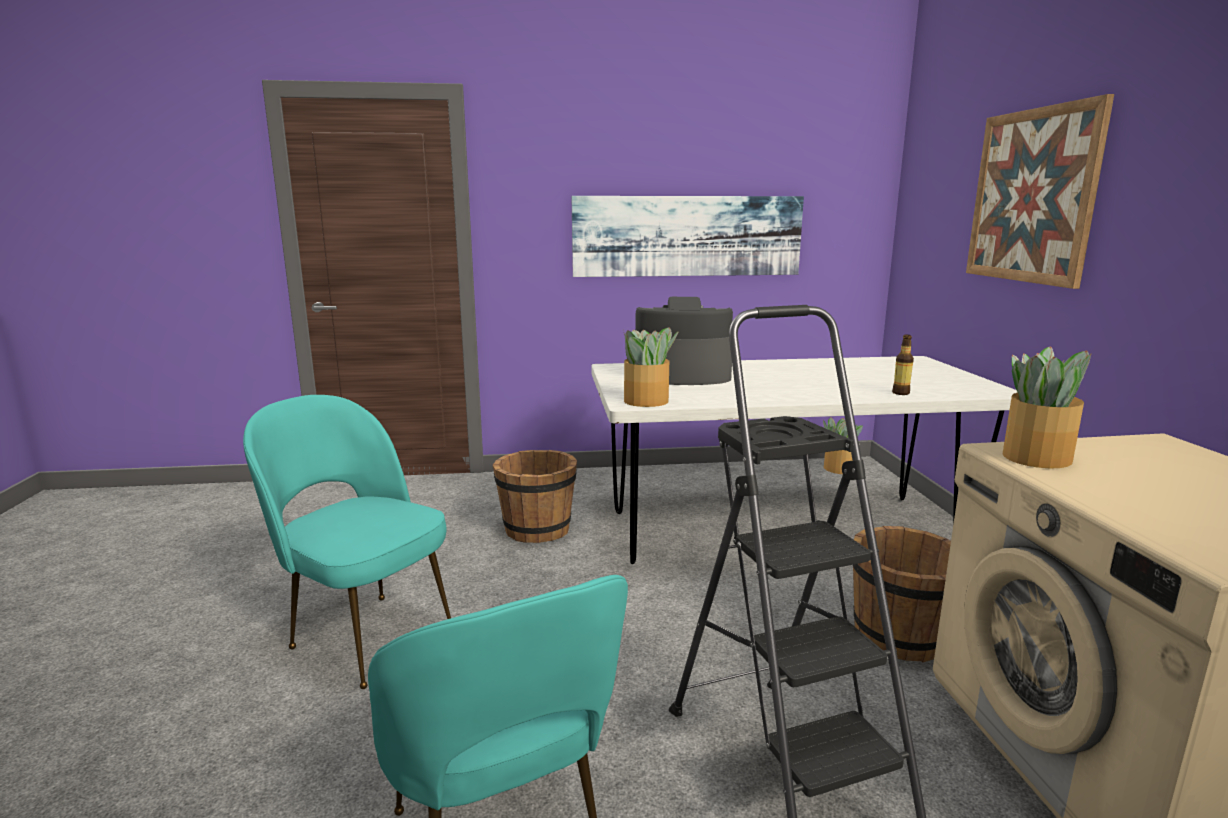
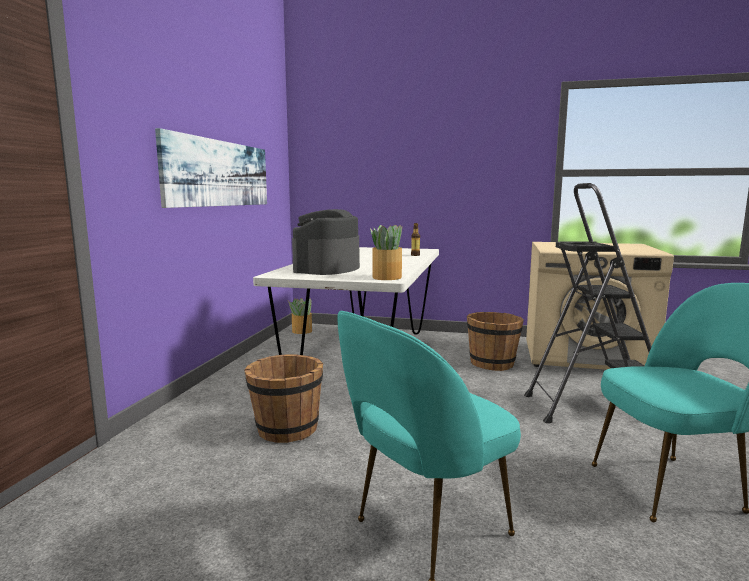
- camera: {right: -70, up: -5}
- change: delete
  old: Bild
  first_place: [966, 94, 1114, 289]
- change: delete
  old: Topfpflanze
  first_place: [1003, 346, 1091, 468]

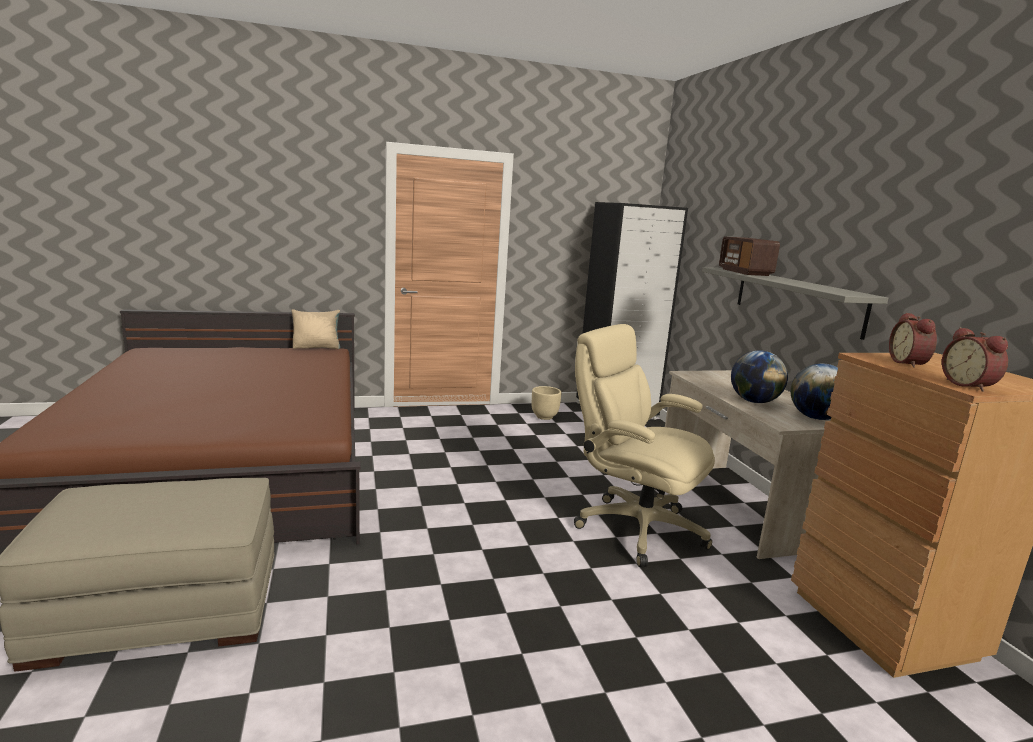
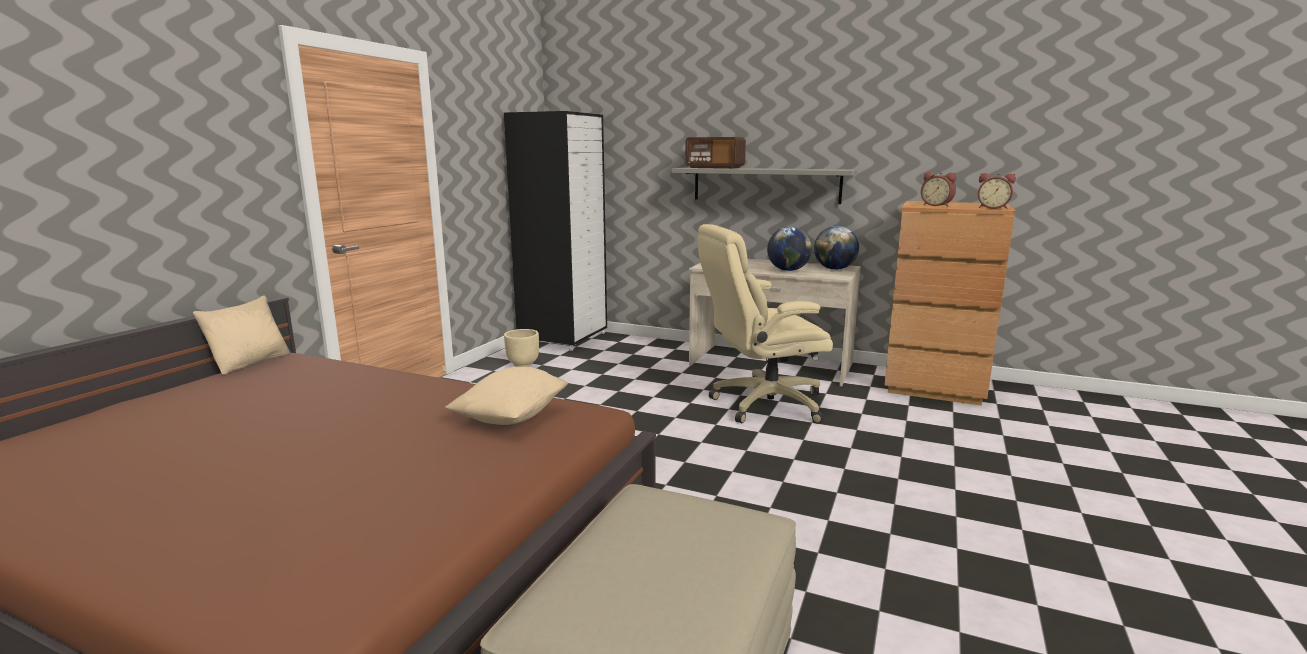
- camera: {right: -50, up: 0}
- change: insert
  new: Kissen [beige]
  second_place: [445, 367, 568, 425]

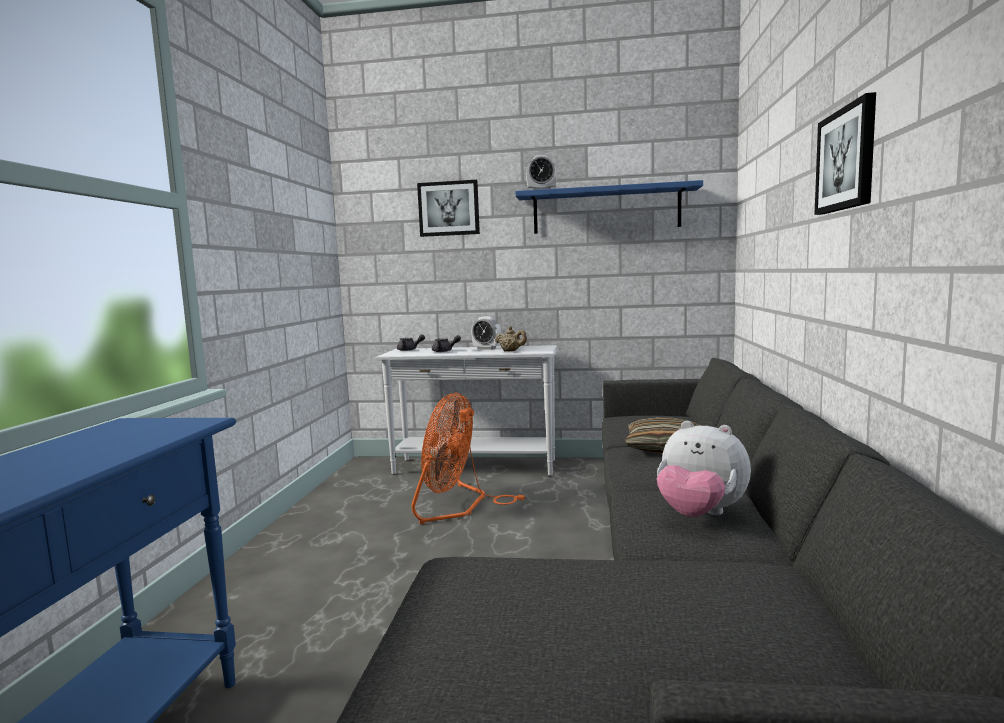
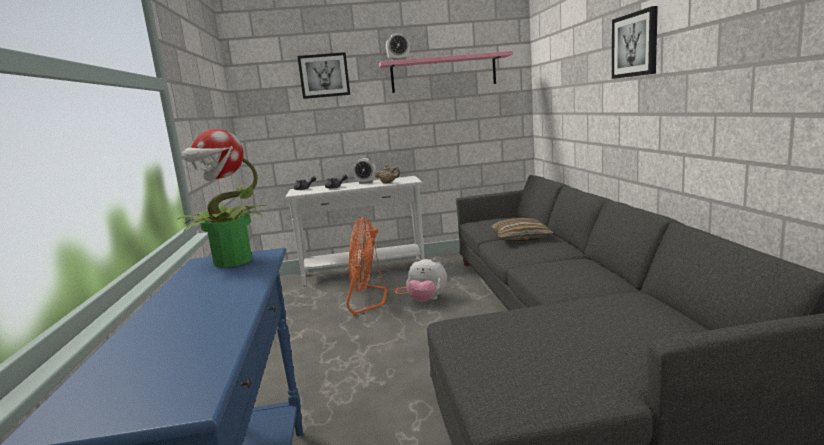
- camera: {right: -15, up: 5}
- change: insert
  new: Topfpflanze
  second_place: [177, 129, 265, 268]
- change: move
  old: Plüschtier
  first_place: [657, 421, 751, 517]
  second_place: [406, 258, 447, 302]
- change: recolor
  old: Wandregal [blau]
  new: Wandregal [rosa]
  first_place: [515, 180, 703, 234]
  second_place: [379, 51, 513, 93]

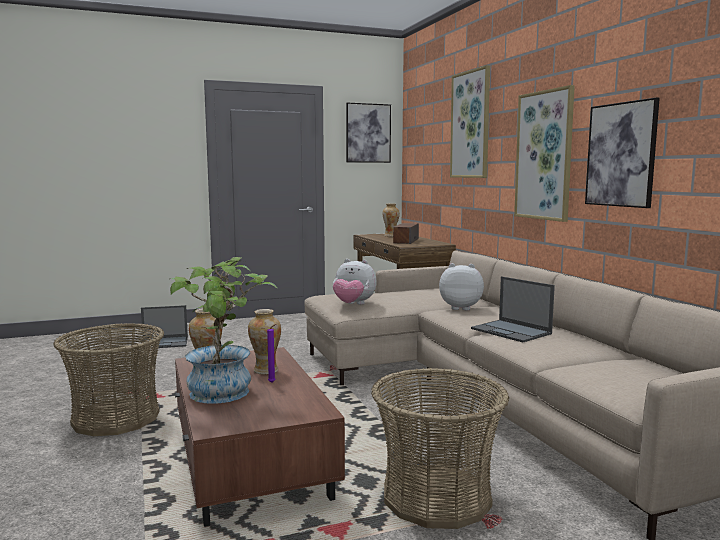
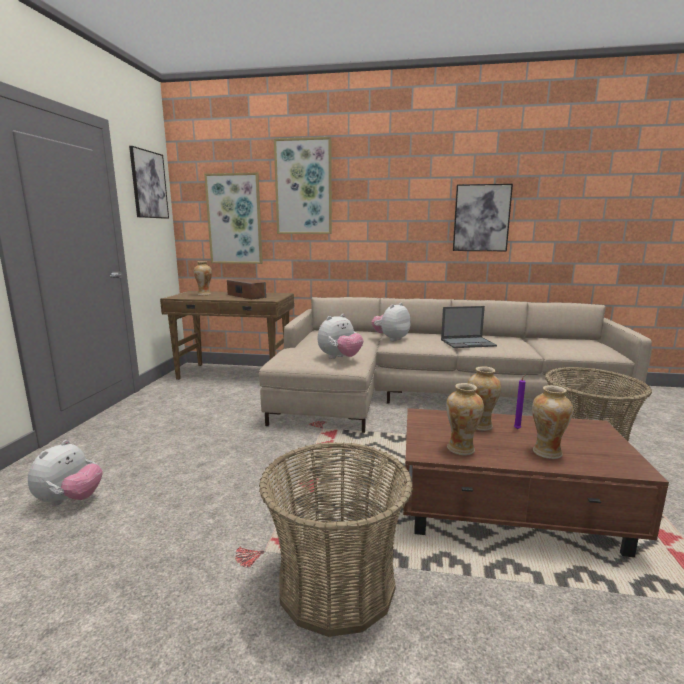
- camera: {right: -60, up: 5}
- change: move
  old: Bild
  first_place: [514, 85, 575, 222]
  second_place: [204, 172, 263, 264]
- change: replace
  old: Laptop
  new: Plüschtier
  first_place: [141, 305, 188, 348]
  second_place: [28, 440, 102, 506]
- change: replace
  old: Topfpflanze
  new: Vase
  first_place: [170, 257, 278, 404]
  second_place: [532, 385, 573, 459]

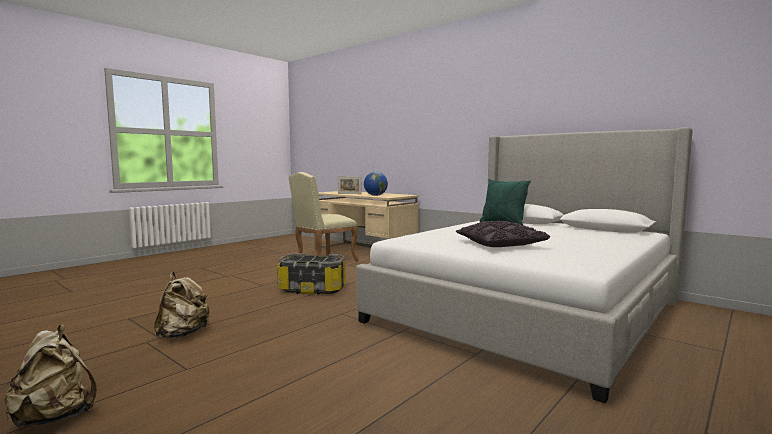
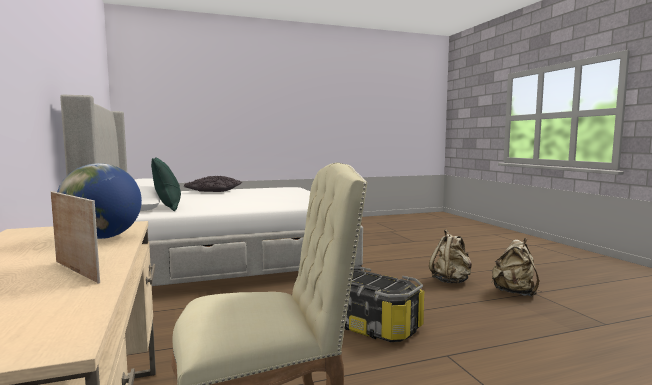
- camera: {right: -150, up: 0}
- change: move
  old: Rucksack [beige]
  first_place: [4, 325, 97, 427]
  second_place: [429, 229, 472, 283]
- change: move
  old: Kissen [schwarz]
  first_place: [456, 220, 550, 247]
  second_place: [184, 176, 242, 192]

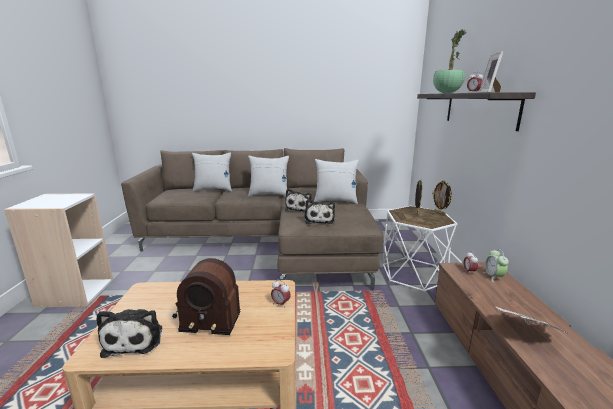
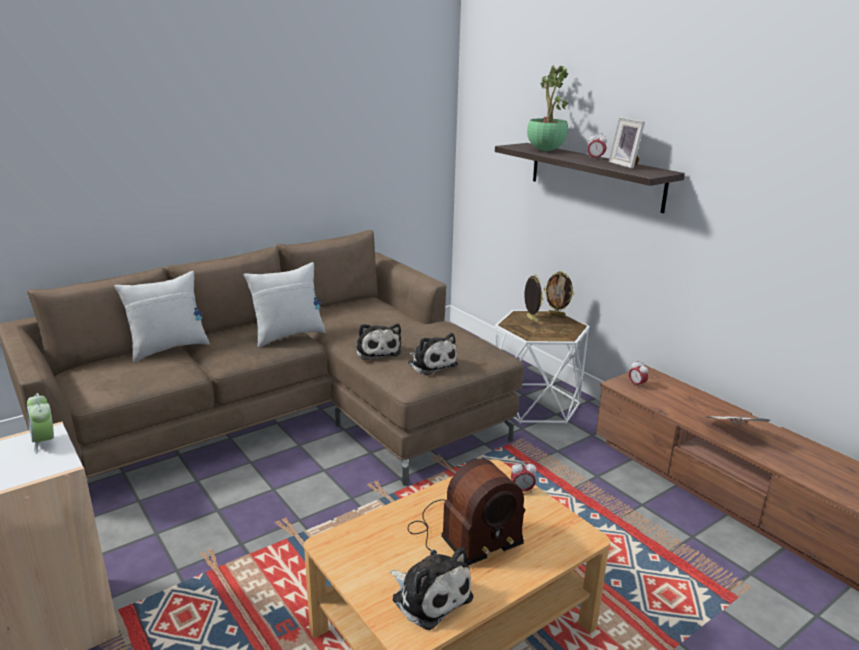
- camera: {right: -35, up: 5}
- change: delete
  old: Kissen [grau]
  first_place: [314, 159, 359, 204]
- change: move
  old: Wecker
  first_place: [483, 249, 509, 283]
  second_place: [27, 393, 54, 454]

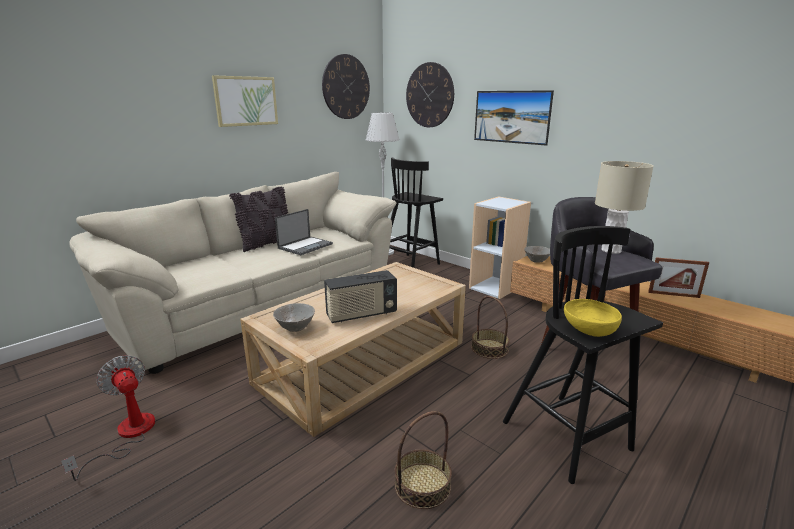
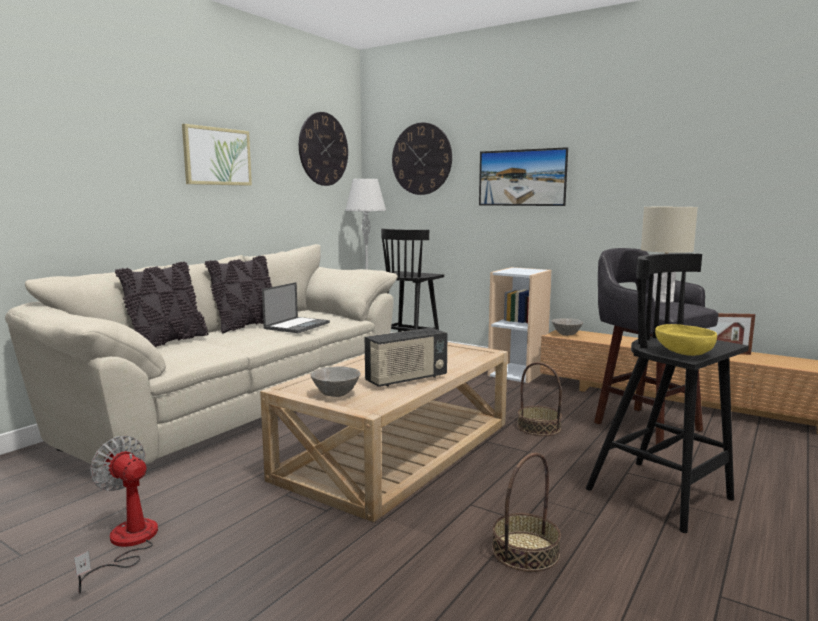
- camera: {right: -10, up: -10}
- change: insert
  new: Kissen [schwarz]
  second_place: [115, 262, 209, 347]

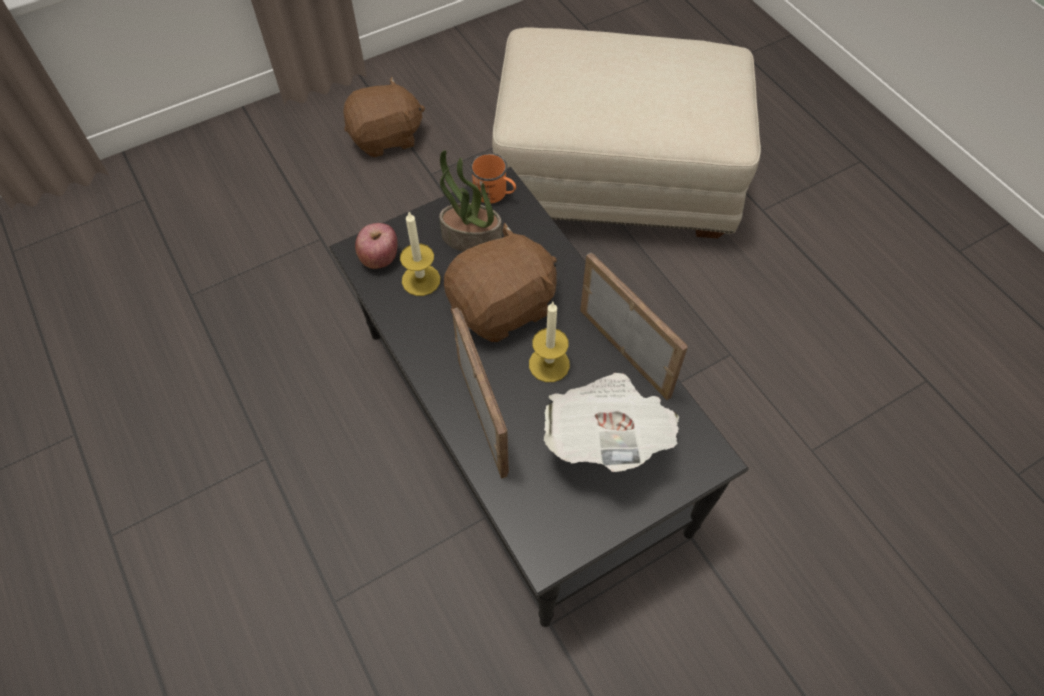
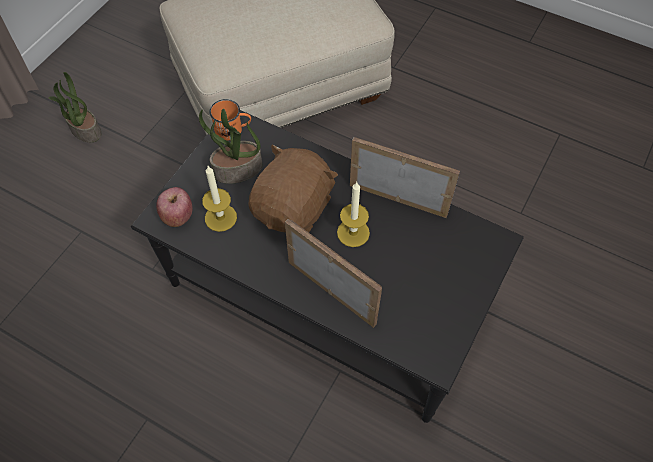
- camera: {right: -30, up: 0}
- change: delete
  old: Zeitung
  first_place: [544, 373, 679, 472]
- change: replace
  old: Plüschtier [braun]
  new: Topfpflanze
  first_place: [343, 77, 425, 157]
  second_place: [49, 72, 101, 142]

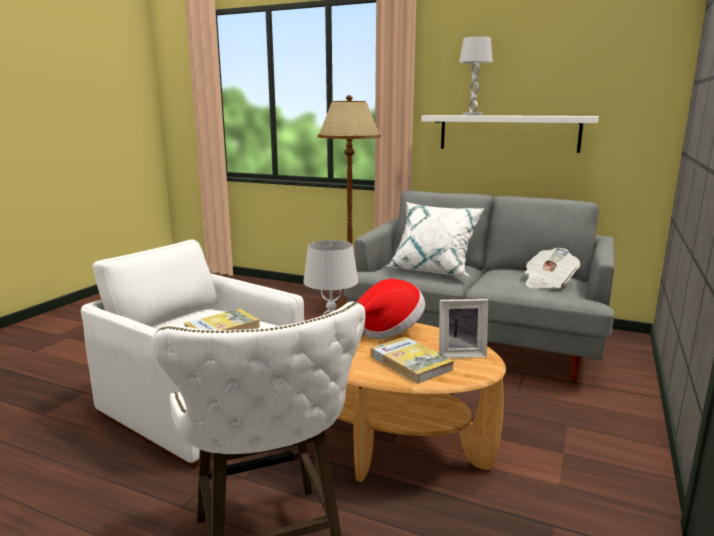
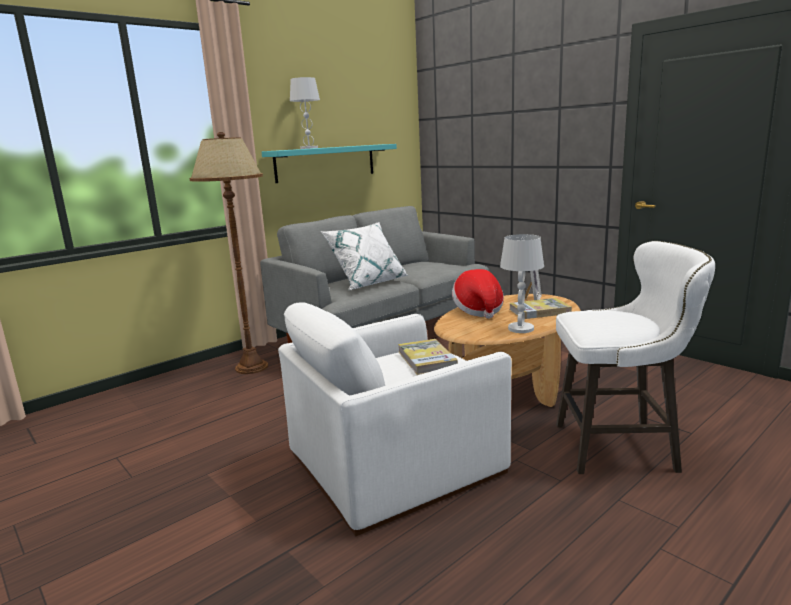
- camera: {right: -65, up: 0}
- change: delete
  old: Zeitung
  first_place: [524, 248, 580, 289]
- change: recolor
  old: Wandregal [weiß]
  new: Wandregal [türkis]
  first_place: [421, 115, 599, 153]
  second_place: [261, 144, 397, 183]

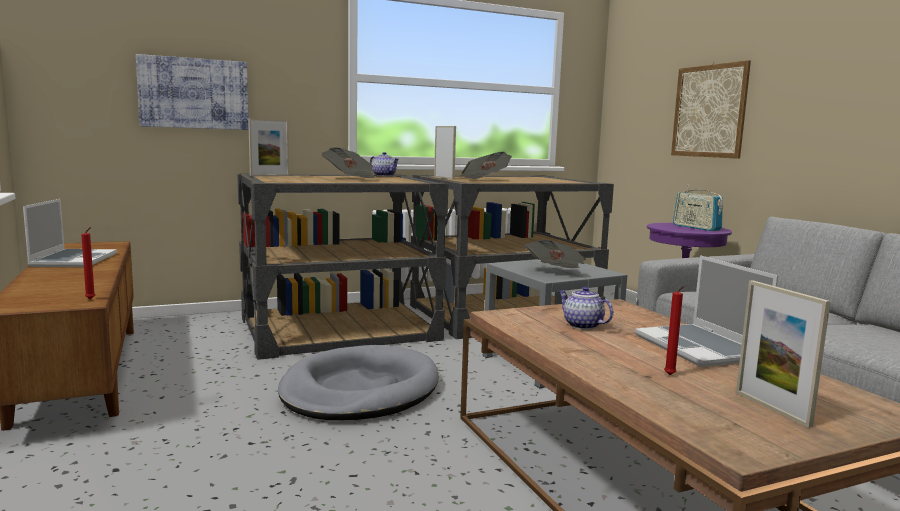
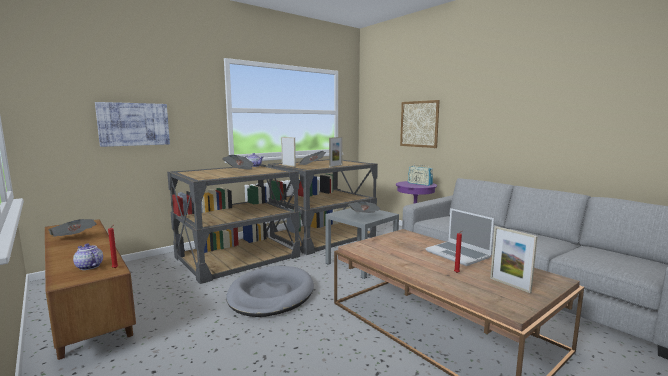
- camera: {right: -15, up: 0}
- change: move
  old: Bilderrahmen
  first_place: [248, 119, 289, 176]
  second_place: [329, 137, 343, 167]
- change: move
  old: Teekanne
  first_place: [559, 286, 613, 329]
  second_place: [73, 244, 103, 270]
- change: replace
  old: Laptop
  new: Zeitung
  first_place: [23, 199, 117, 267]
  second_place: [48, 219, 97, 237]

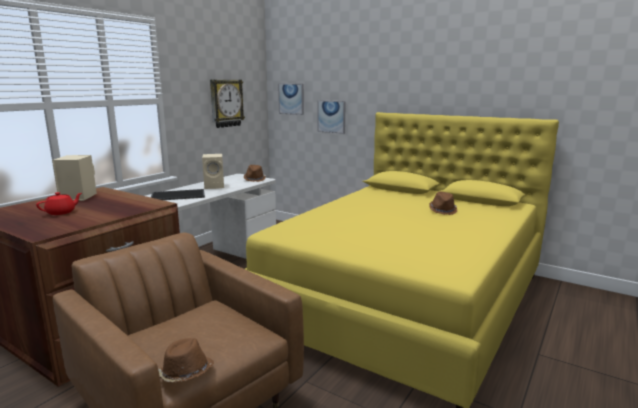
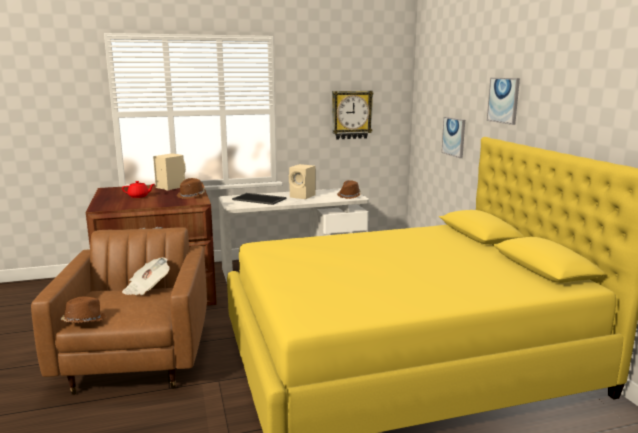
- camera: {right: 40, up: 0}
- change: insert
  new: Zeitung
  second_place: [122, 257, 170, 295]
- change: move
  old: Bild
  first_place: [278, 84, 304, 115]
  second_place: [487, 78, 520, 125]
- change: move
  old: Hut [braun]
  first_place: [429, 192, 457, 215]
  second_place: [177, 178, 205, 199]

